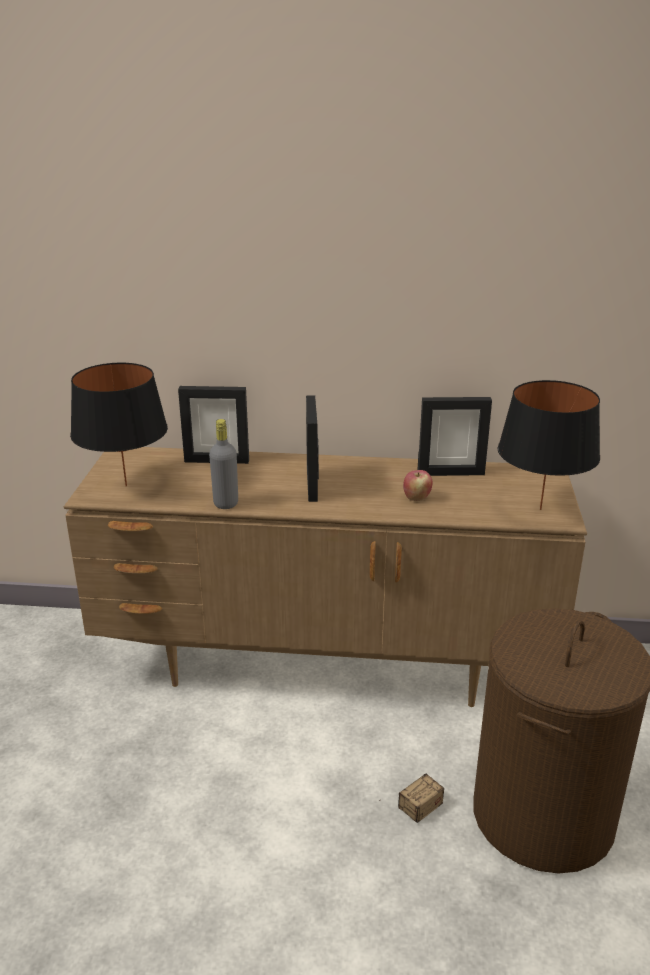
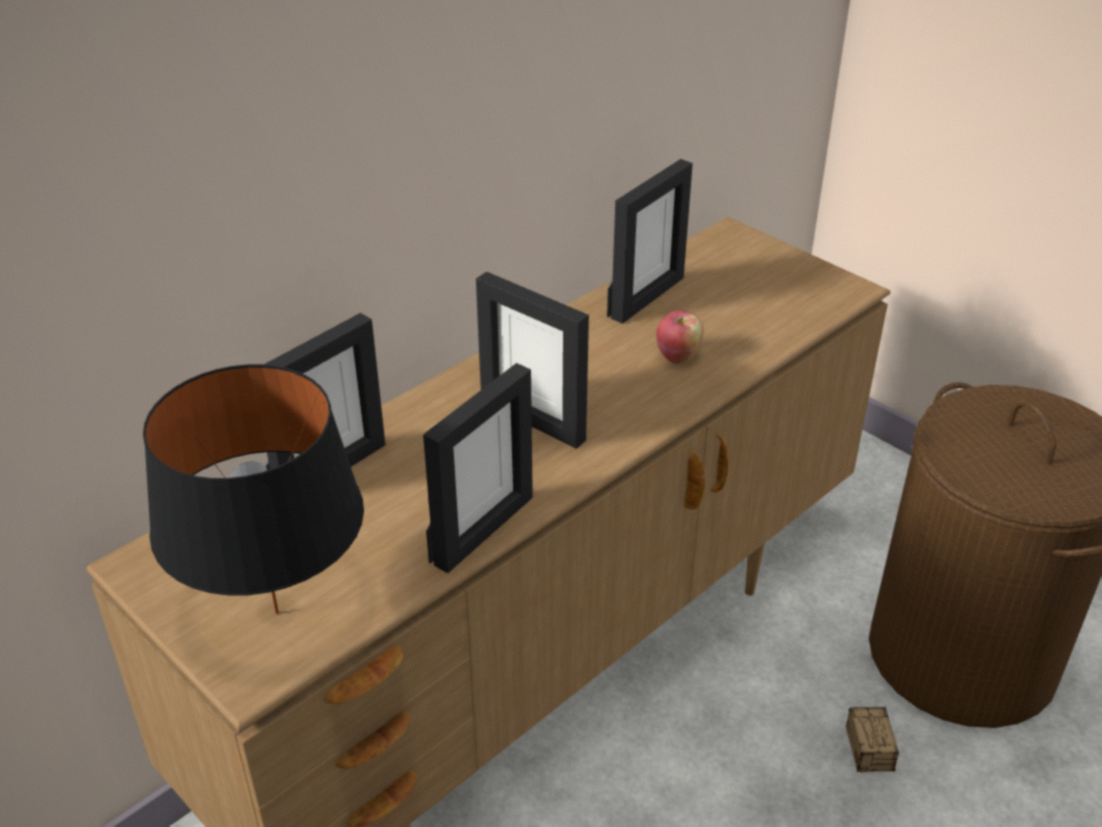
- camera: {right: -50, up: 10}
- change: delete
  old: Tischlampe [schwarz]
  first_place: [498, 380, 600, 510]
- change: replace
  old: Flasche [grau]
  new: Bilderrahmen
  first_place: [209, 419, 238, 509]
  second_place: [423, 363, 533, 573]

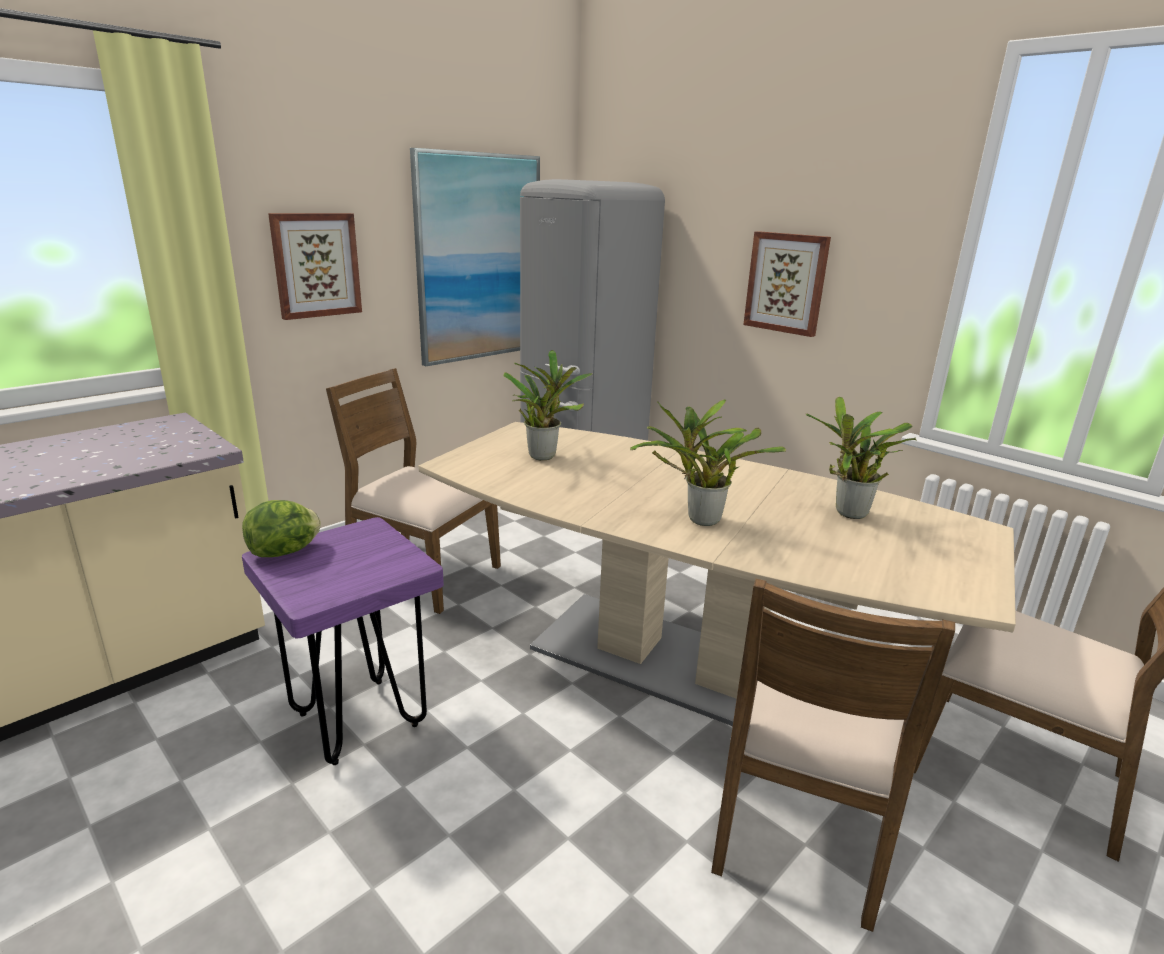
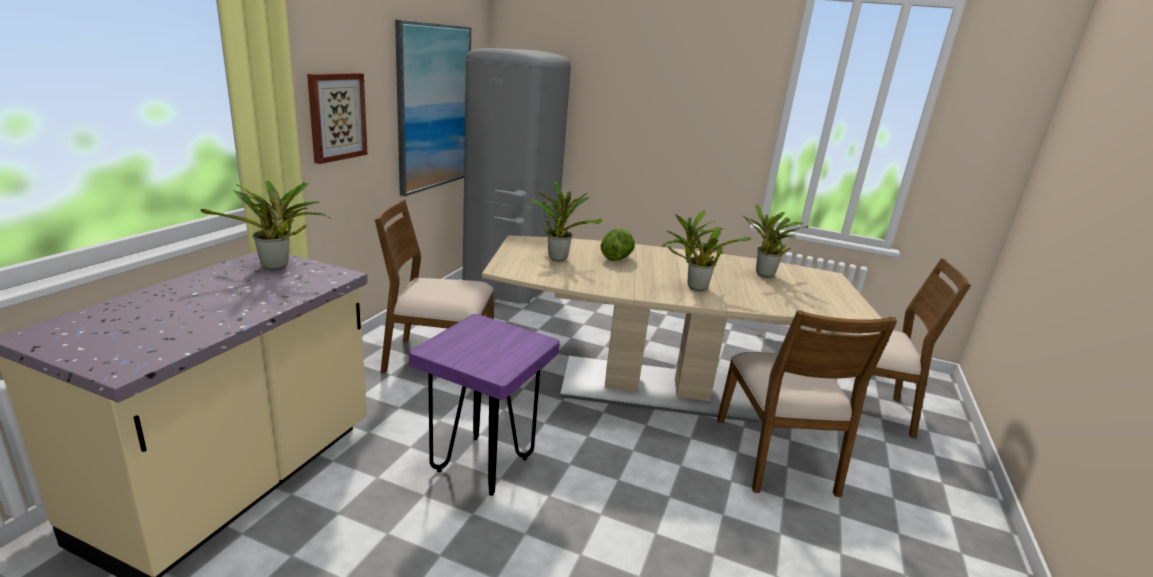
- camera: {right: -25, up: 0}
- change: delete
  old: Bild
  first_place: [743, 231, 831, 337]
- change: insert
  new: Topfpflanze
  second_place: [201, 181, 331, 270]
- change: move
  old: Salatkopf
  first_place: [242, 500, 321, 557]
  second_place: [601, 229, 635, 261]

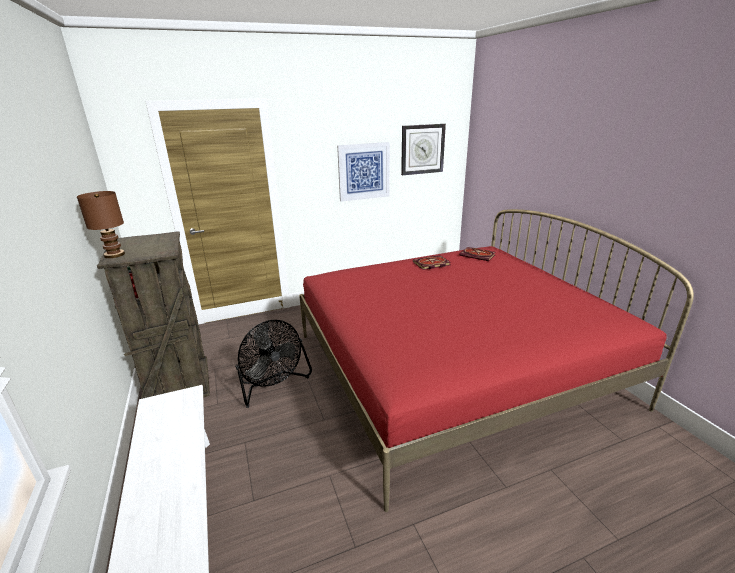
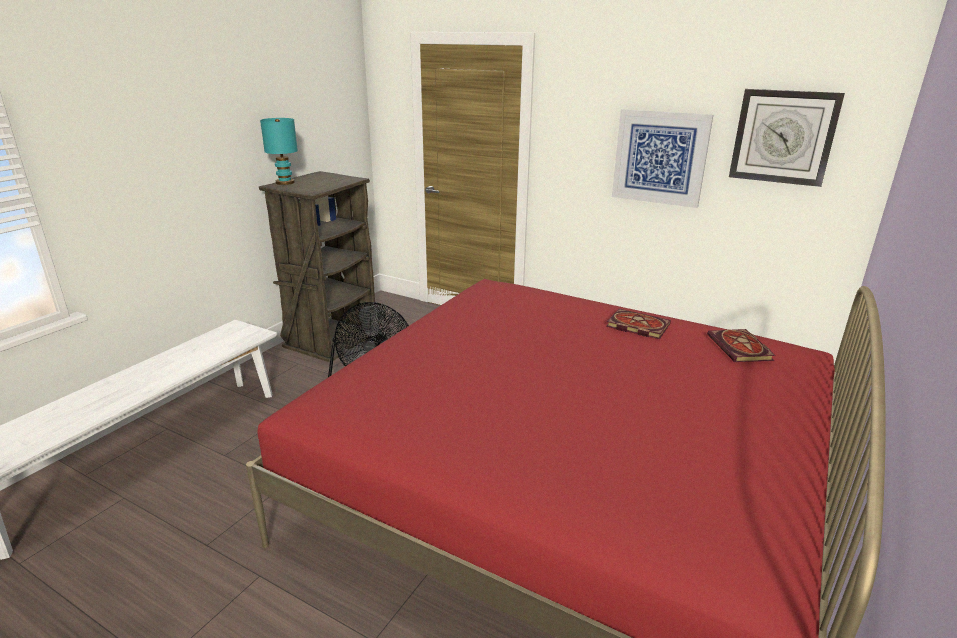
- camera: {right: 50, up: 0}
- change: recolor
  old: Tischlampe [braun]
  new: Tischlampe [türkis]
  first_place: [77, 191, 125, 258]
  second_place: [260, 118, 298, 185]

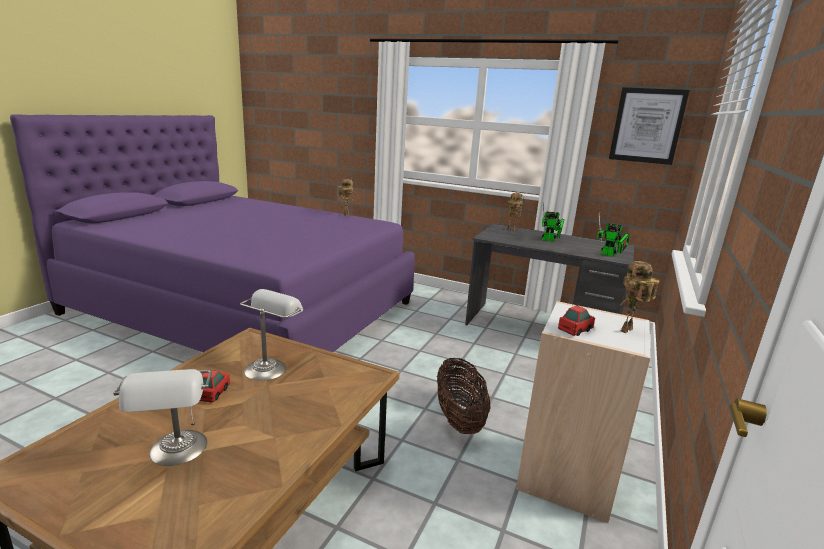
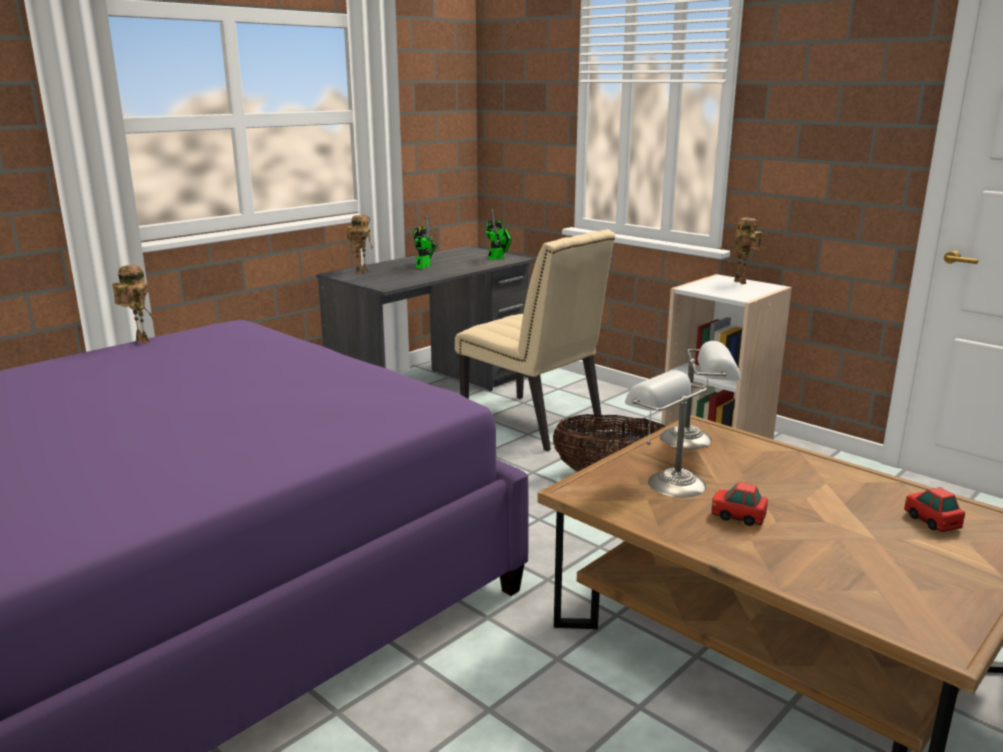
- camera: {right: -70, up: 0}
- change: delete
  old: Bild
  first_place: [609, 87, 690, 165]
- change: insert
  new: Stuhl [beige]
  second_place: [455, 229, 616, 451]
- change: move
  old: Tischlampe [weiß]
  first_place: [114, 369, 212, 466]
  second_place: [660, 341, 741, 449]
- change: move
  old: Spielzeugauto
  first_place: [558, 305, 595, 336]
  second_place: [904, 487, 965, 532]

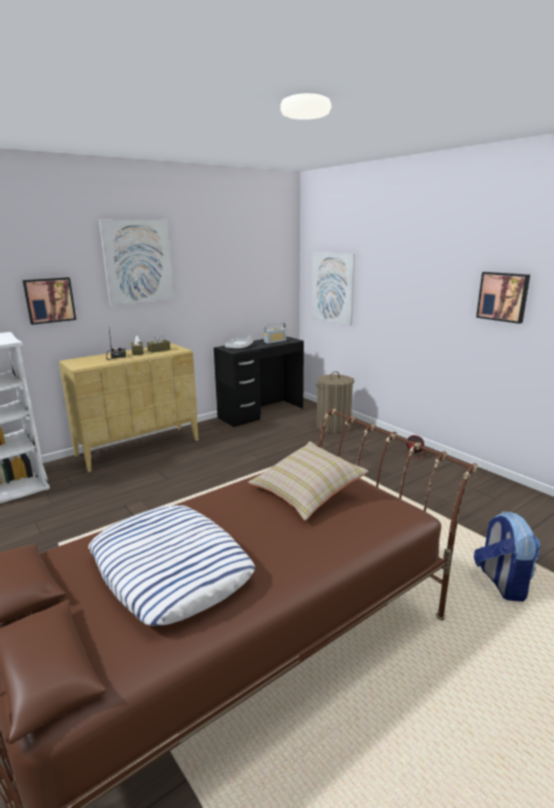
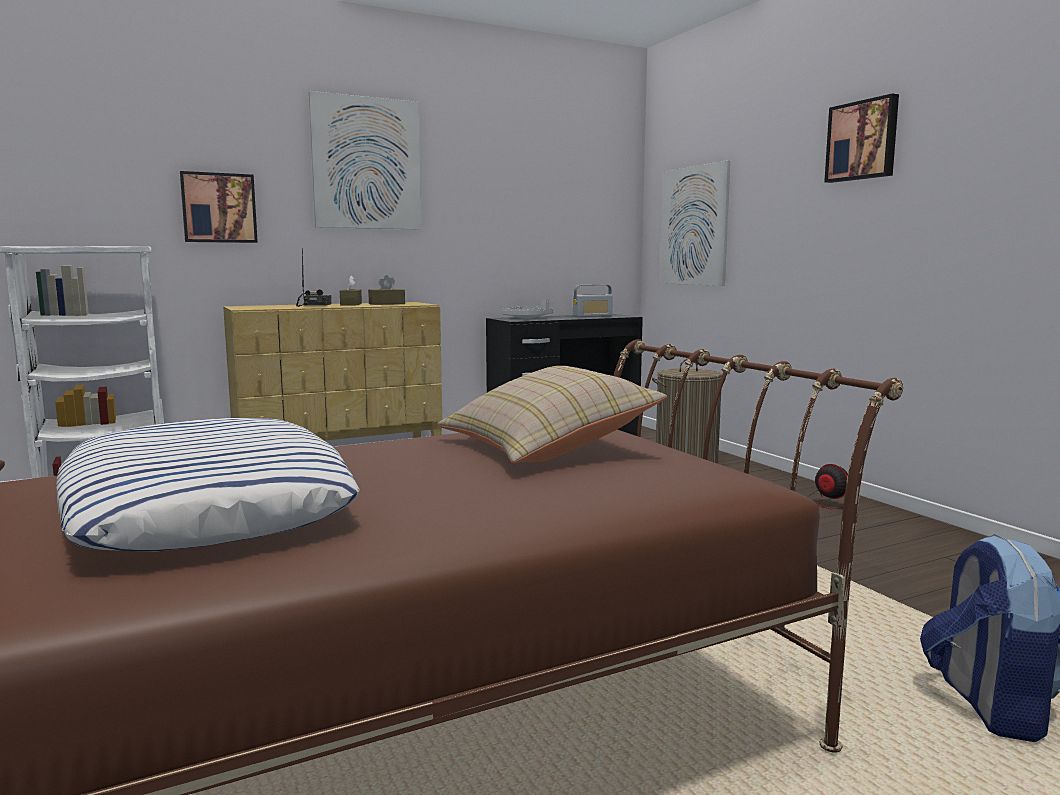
- camera: {right: 10, up: -10}
- change: move
  old: Bild
  first_place: [476, 272, 530, 324]
  second_place: [824, 93, 899, 183]

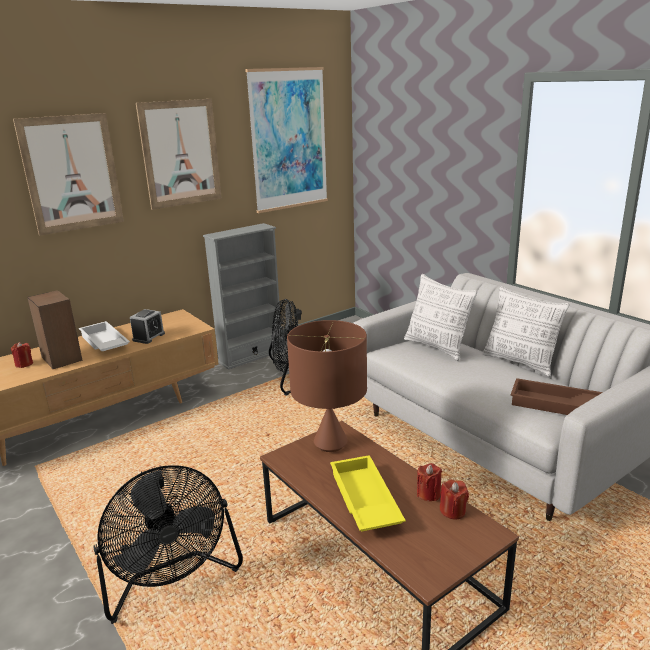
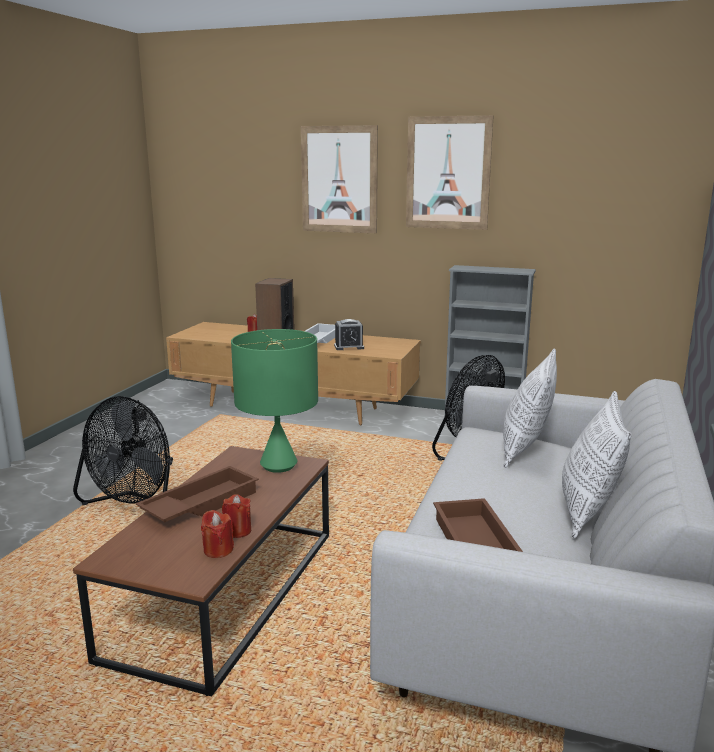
- camera: {right: 55, up: -5}
- change: delete
  old: Bild
  first_place: [245, 67, 328, 213]
- change: recolor
  old: Tischlampe [braun]
  new: Tischlampe [grün]
  first_place: [287, 320, 367, 452]
  second_place: [231, 329, 318, 473]
- change: recolor
  old: Tablett [gelb]
  new: Tablett [braun]
  first_place: [330, 455, 406, 532]
  second_place: [136, 466, 259, 522]

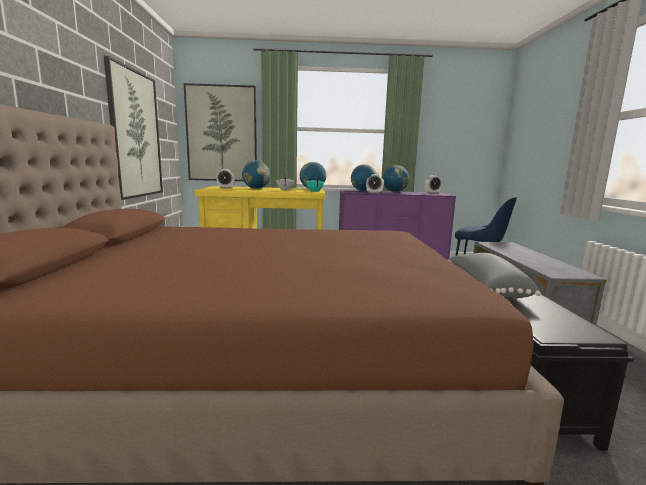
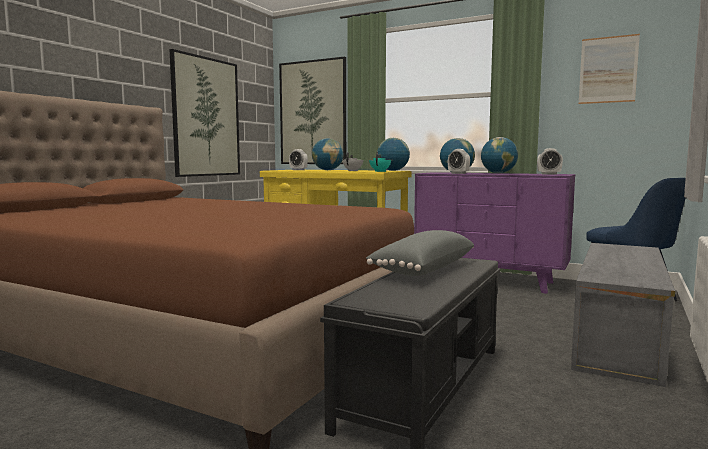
- camera: {right: 30, up: -5}
- change: insert
  new: Bild
  second_place: [579, 34, 640, 104]

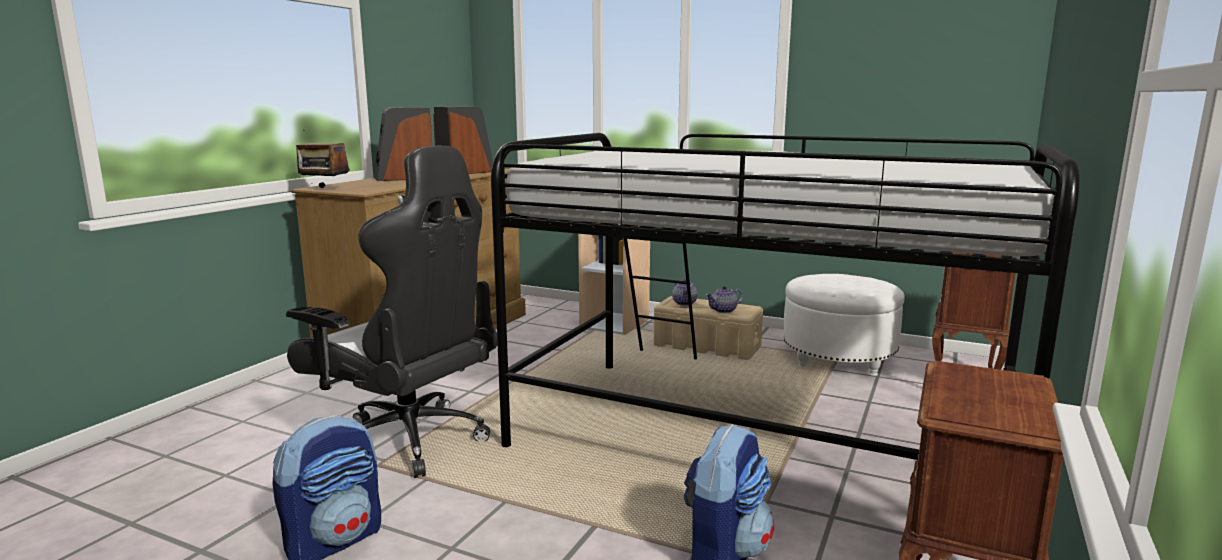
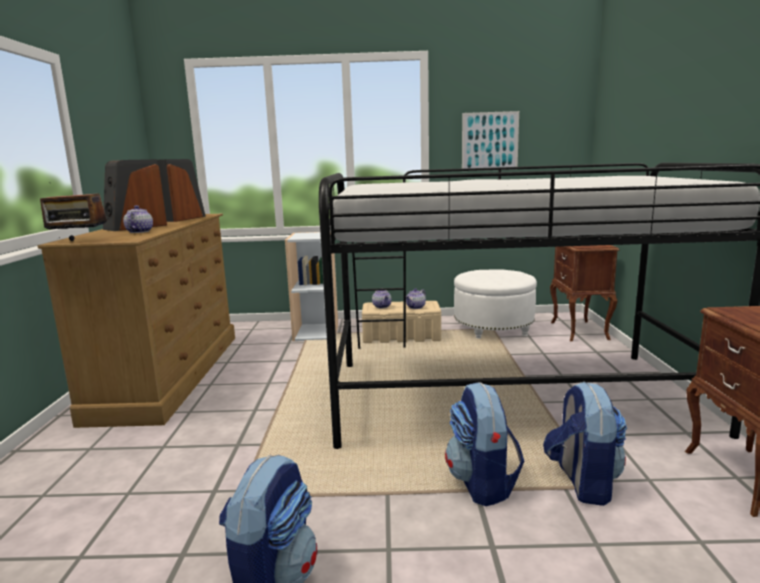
- camera: {right: -25, up: 0}
- change: delete
  old: Bürostuhl [schwarz]
  first_place: [286, 146, 498, 478]
- change: insert
  new: Teekanne
  second_place: [123, 205, 153, 233]
- change: insert
  new: Rucksack
  second_place: [445, 382, 524, 506]
- change: insert
  new: Bild
  second_place: [462, 111, 519, 171]

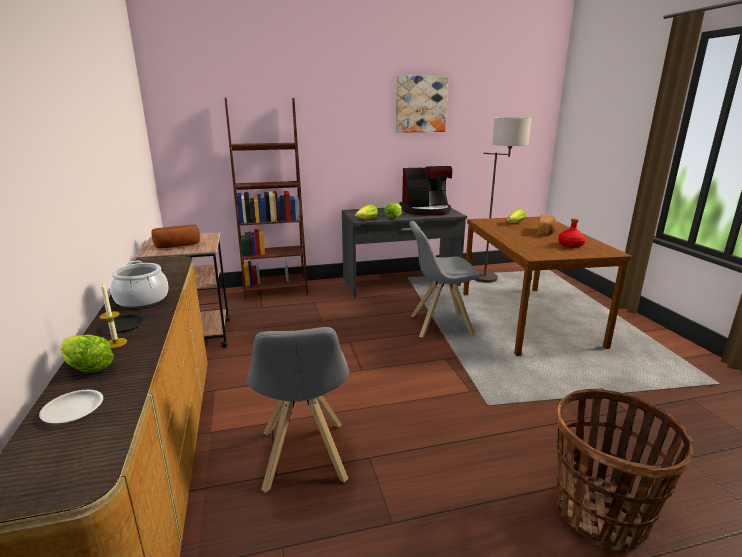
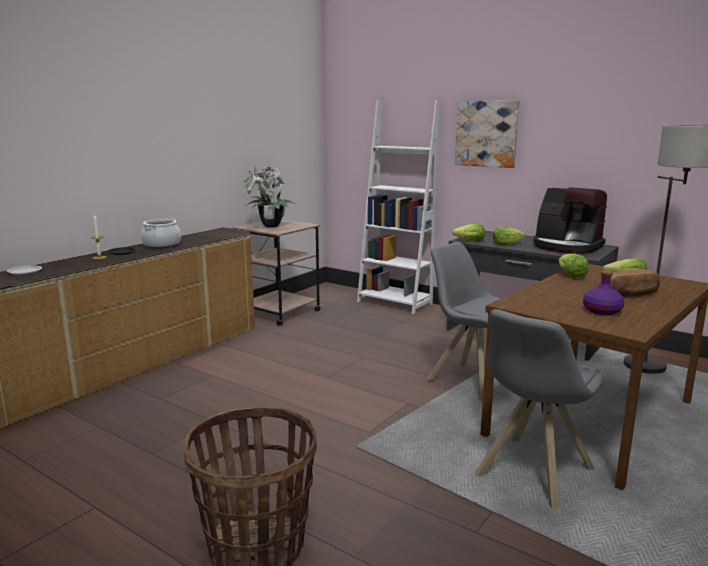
- camera: {right: 50, up: -5}
- change: move
  old: Salatkopf
  first_place: [60, 335, 114, 372]
  second_place: [559, 253, 588, 278]
- change: move
  old: Stuhl [grau]
  first_place: [247, 327, 349, 493]
  second_place: [475, 309, 604, 509]
- change: move
  old: Bild
  first_place: [396, 75, 448, 133]
  second_place: [455, 101, 520, 168]
- change: replace
  old: Brot
  new: Topfpflanze
  first_place: [151, 224, 200, 248]
  second_place: [244, 165, 295, 228]
- change: recolor
  old: Bücherregal [braun]
  new: Bücherregal [weiß]
  first_place: [225, 98, 308, 300]
  second_place: [357, 100, 440, 314]
- change: recolor
  old: Flasche [rot]
  new: Flasche [lila]
  first_place: [558, 218, 586, 248]
  second_place: [583, 270, 624, 315]

